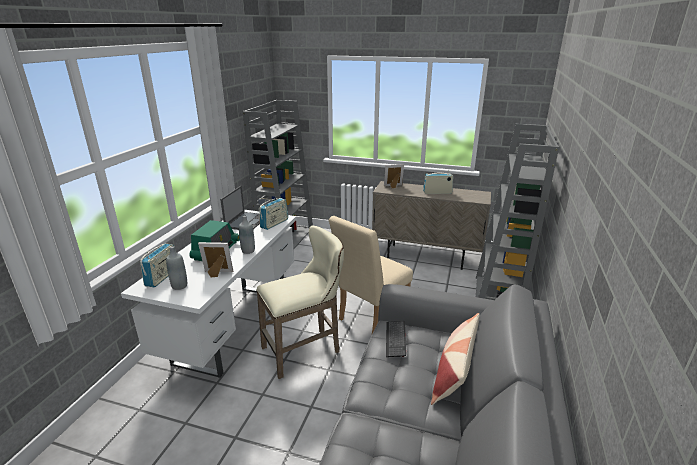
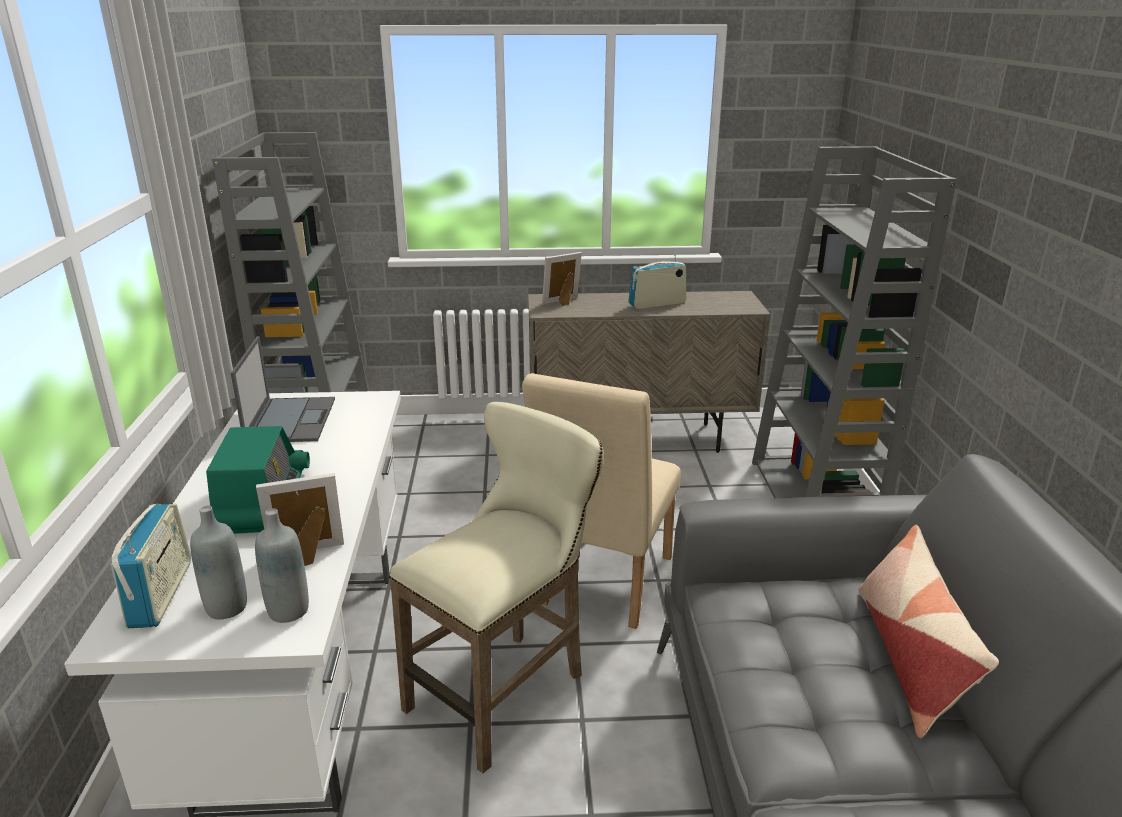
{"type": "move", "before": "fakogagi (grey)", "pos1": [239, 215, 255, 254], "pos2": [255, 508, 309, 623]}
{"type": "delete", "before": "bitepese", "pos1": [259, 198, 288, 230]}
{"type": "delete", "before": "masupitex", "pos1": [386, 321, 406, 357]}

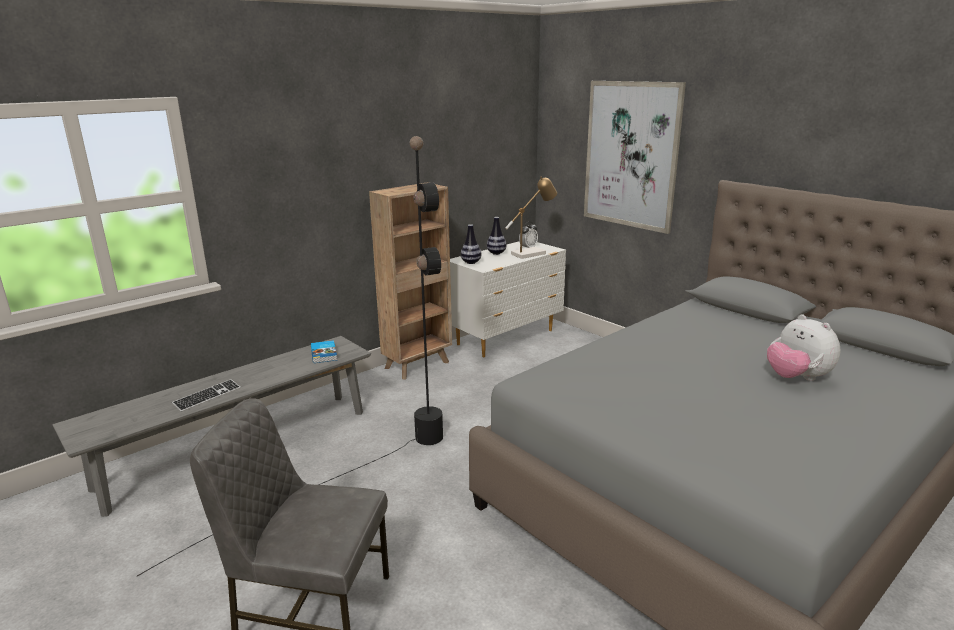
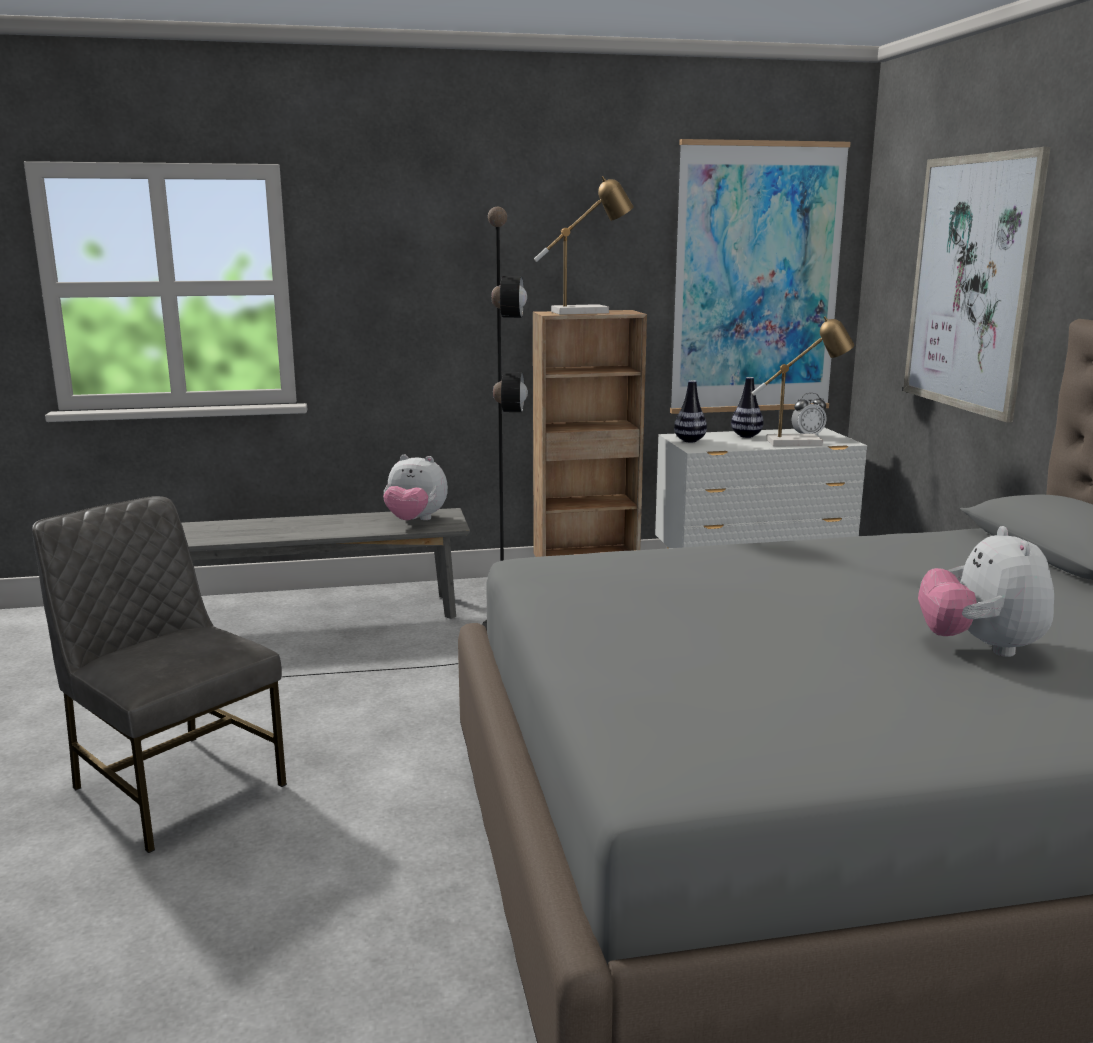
{"type": "delete", "before": "masupitex", "pos1": [172, 379, 241, 412]}
{"type": "replace", "before": "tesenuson", "after": "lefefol", "pos1": [311, 340, 337, 363], "pos2": [383, 455, 448, 520]}
{"type": "insert", "after": "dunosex", "pos2": [534, 176, 634, 315]}
{"type": "insert", "after": "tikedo", "pos2": [670, 139, 851, 414]}

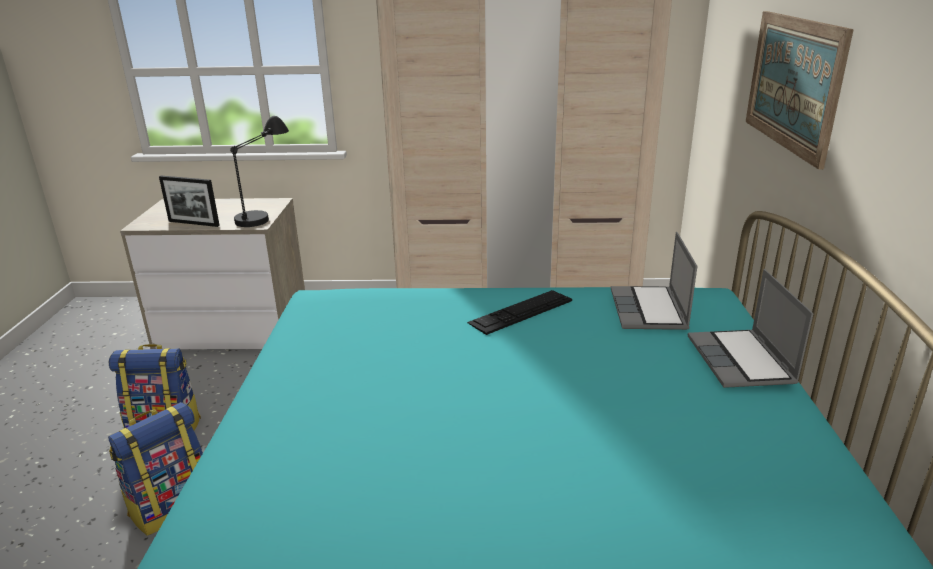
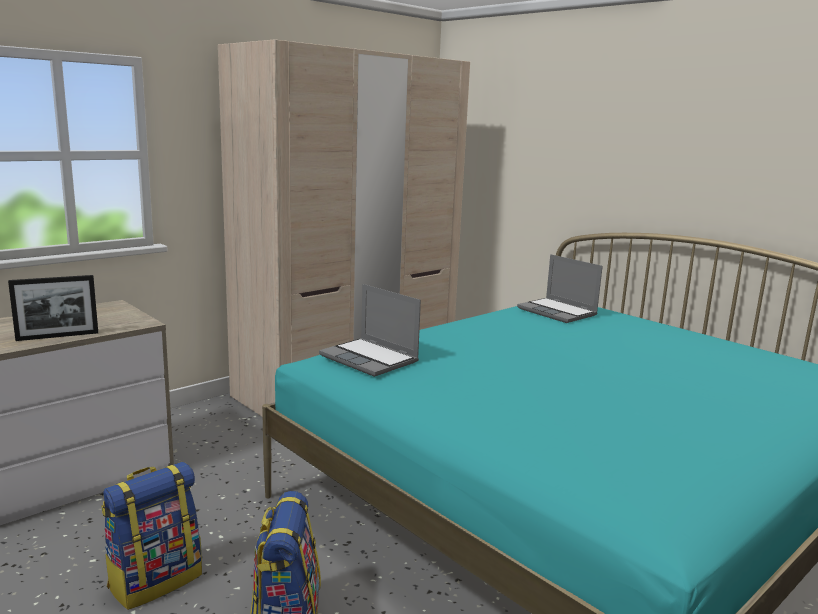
{"type": "delete", "before": "dunosex (black)", "pos1": [230, 116, 289, 227]}
{"type": "delete", "before": "masupitex", "pos1": [467, 290, 572, 335]}
{"type": "move", "before": "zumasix", "pos1": [688, 269, 814, 388], "pos2": [319, 284, 421, 377]}
{"type": "delete", "before": "tikedo", "pos1": [746, 11, 854, 169]}

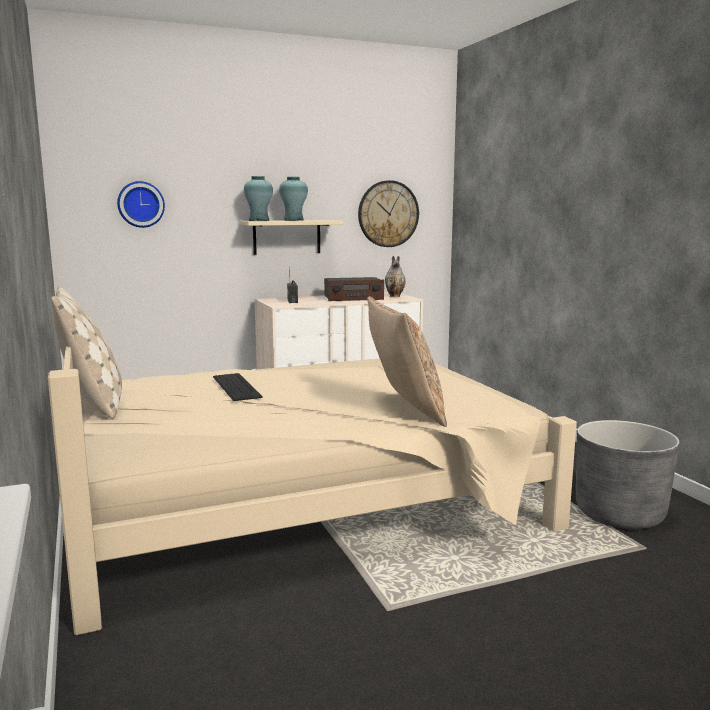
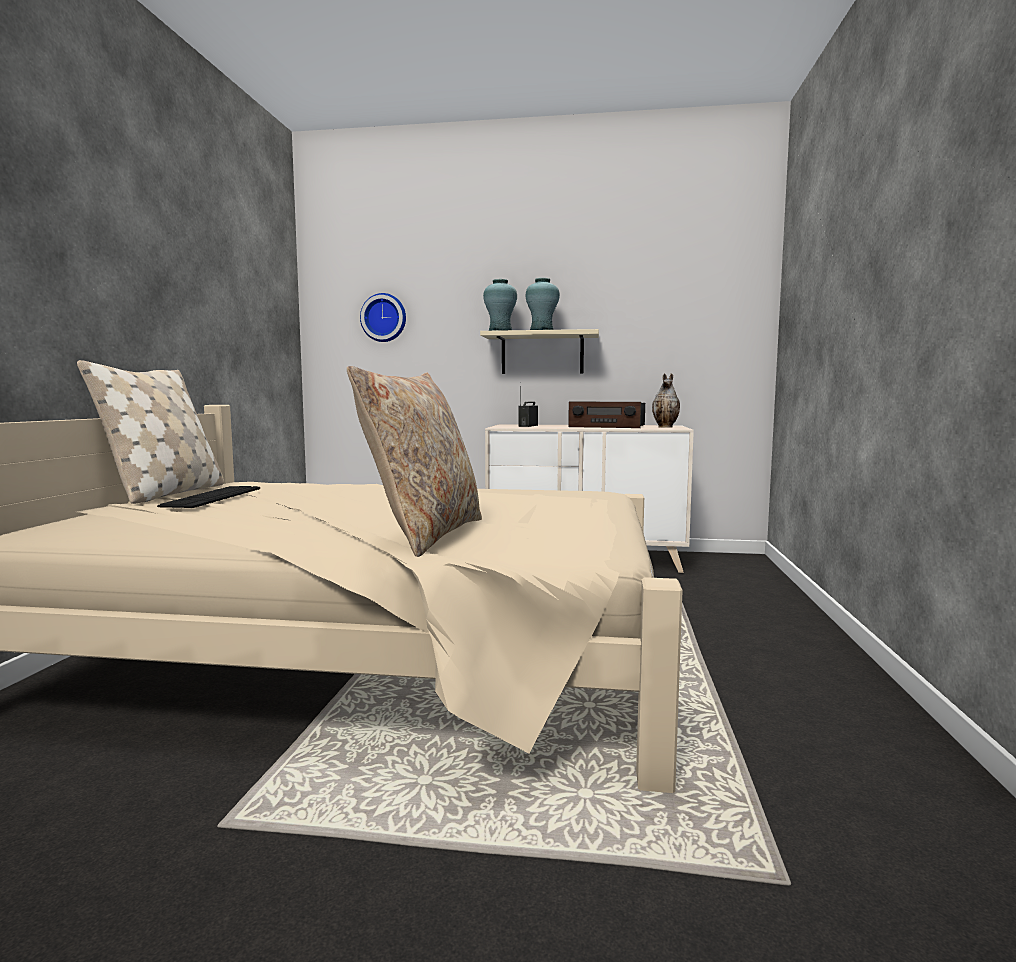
{"type": "move", "before": "masupitex", "pos1": [213, 373, 262, 401], "pos2": [157, 486, 260, 508]}
{"type": "delete", "before": "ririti", "pos1": [358, 180, 419, 247]}
{"type": "delete", "before": "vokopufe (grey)", "pos1": [576, 420, 680, 529]}

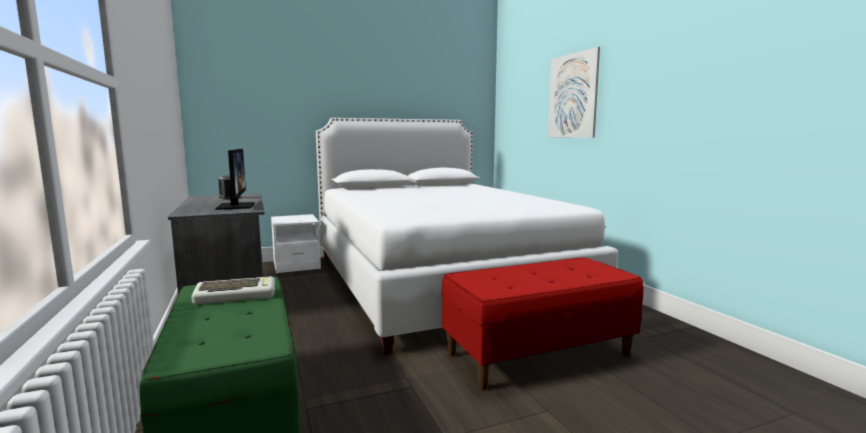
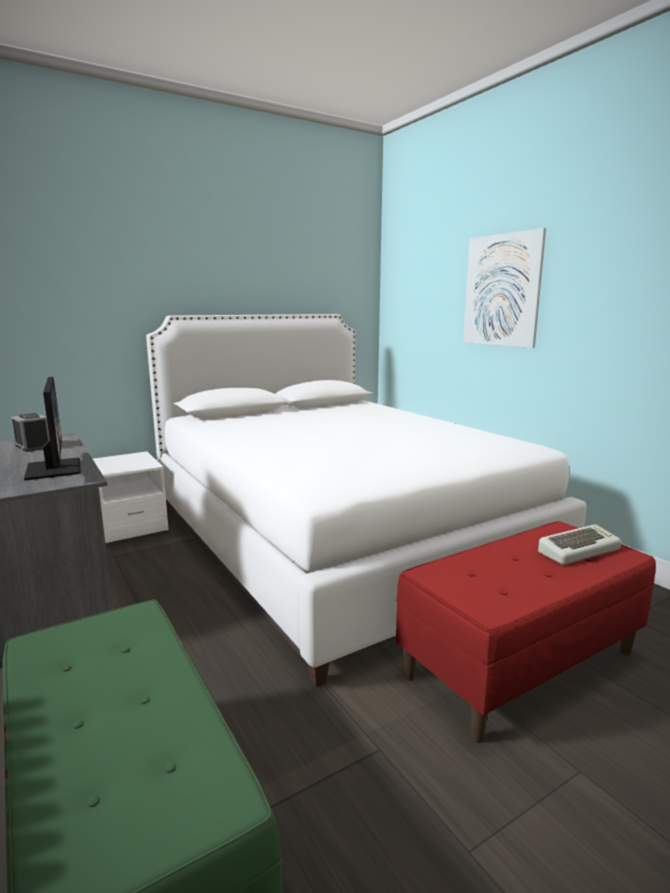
{"type": "move", "before": "masupitex", "pos1": [191, 276, 275, 305], "pos2": [538, 524, 621, 565]}

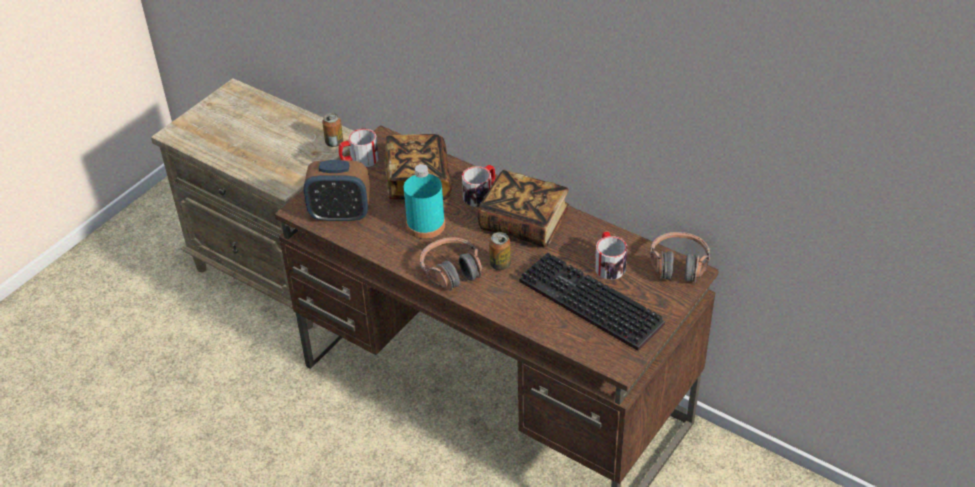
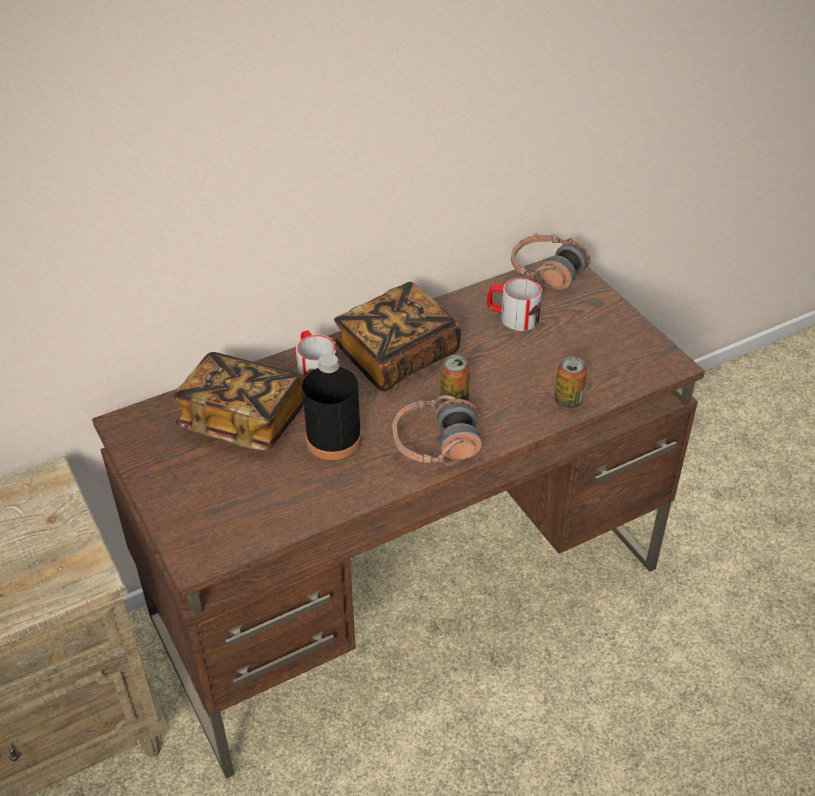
{"type": "delete", "before": "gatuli", "pos1": [303, 160, 370, 222]}
{"type": "move", "before": "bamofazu", "pos1": [322, 113, 343, 147], "pos2": [555, 356, 587, 408]}
{"type": "delete", "before": "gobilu", "pos1": [339, 129, 379, 167]}
{"type": "recolor", "before": "fakogagi (turquoise)", "after": "fakogagi (black)", "pos1": [404, 164, 445, 239], "pos2": [302, 353, 362, 460]}
{"type": "delete", "before": "masupitex", "pos1": [519, 253, 665, 351]}

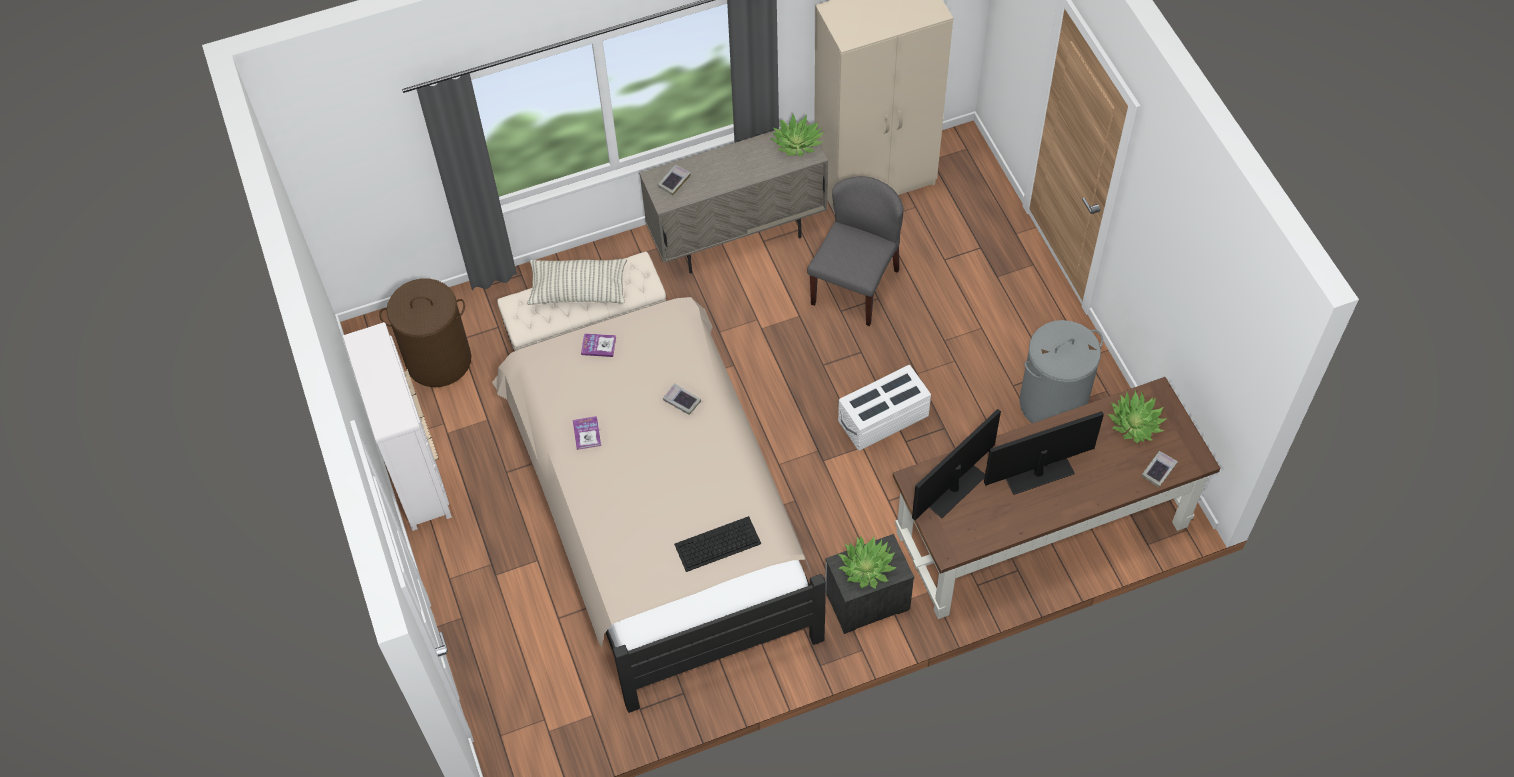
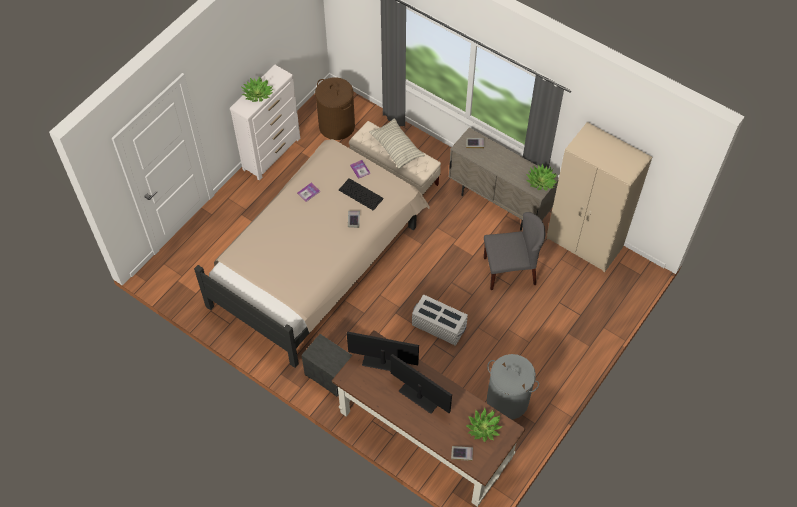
{"type": "move", "before": "masupitex", "pos1": [674, 516, 761, 572], "pos2": [339, 178, 384, 211]}
{"type": "move", "before": "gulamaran", "pos1": [838, 536, 897, 589], "pos2": [242, 77, 273, 102]}

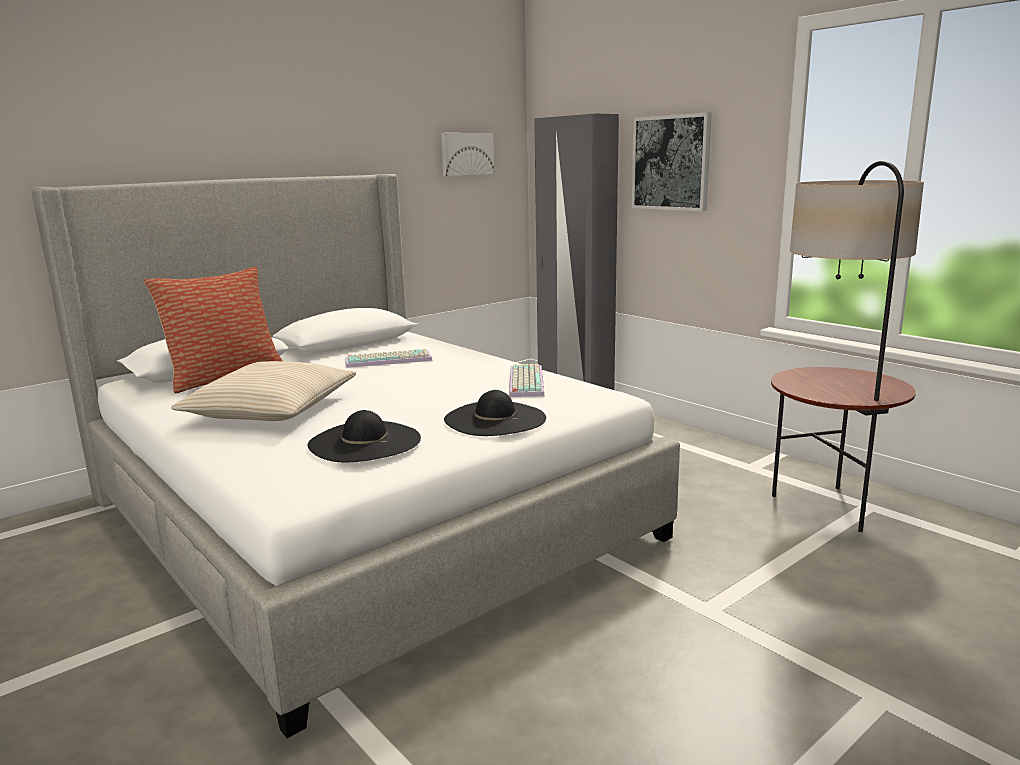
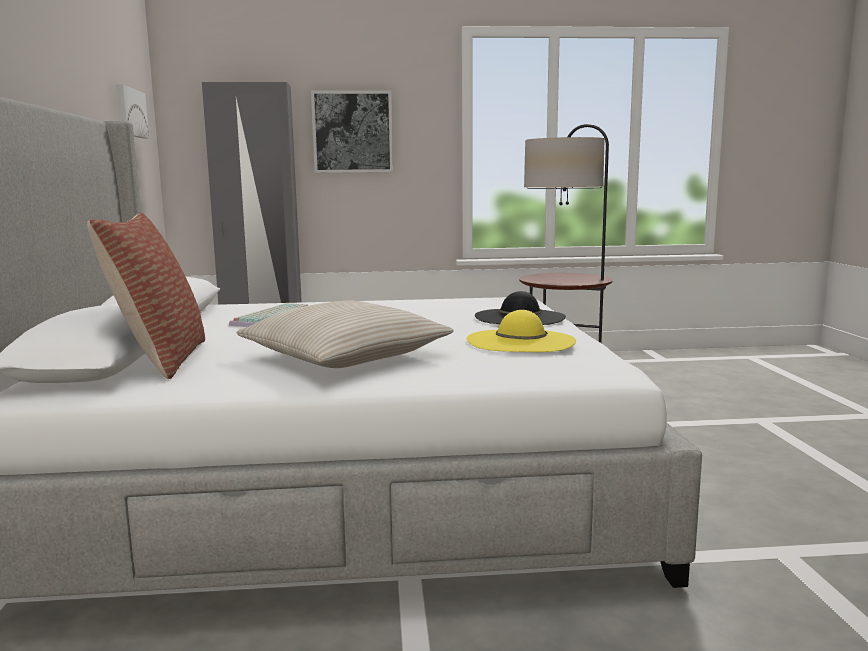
{"type": "recolor", "before": "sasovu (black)", "after": "sasovu (yellow)", "pos1": [308, 410, 421, 462], "pos2": [467, 310, 576, 352]}
{"type": "delete", "before": "masupitex", "pos1": [509, 364, 544, 397]}

